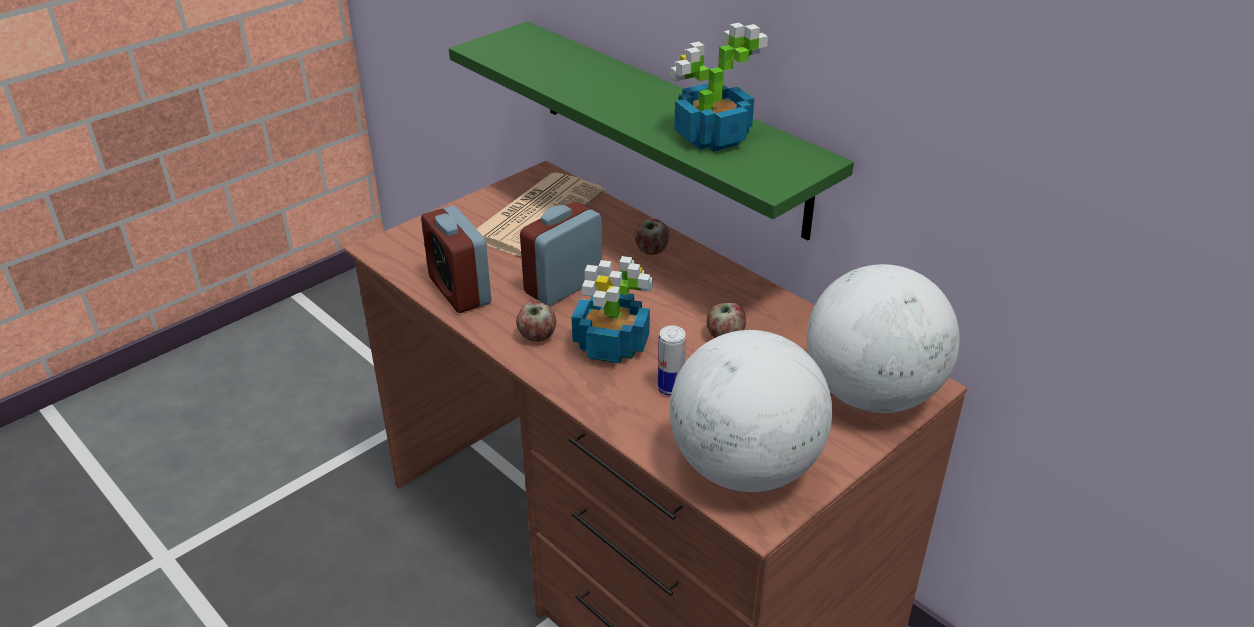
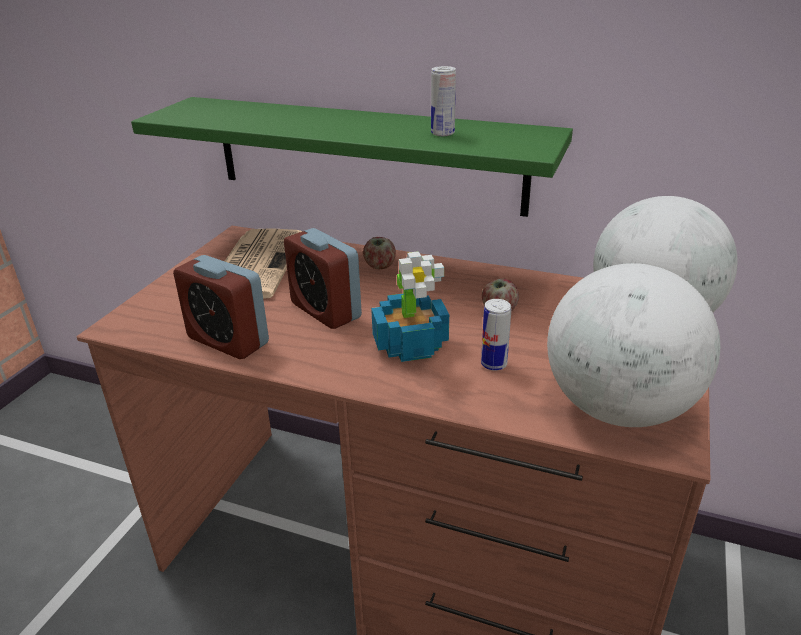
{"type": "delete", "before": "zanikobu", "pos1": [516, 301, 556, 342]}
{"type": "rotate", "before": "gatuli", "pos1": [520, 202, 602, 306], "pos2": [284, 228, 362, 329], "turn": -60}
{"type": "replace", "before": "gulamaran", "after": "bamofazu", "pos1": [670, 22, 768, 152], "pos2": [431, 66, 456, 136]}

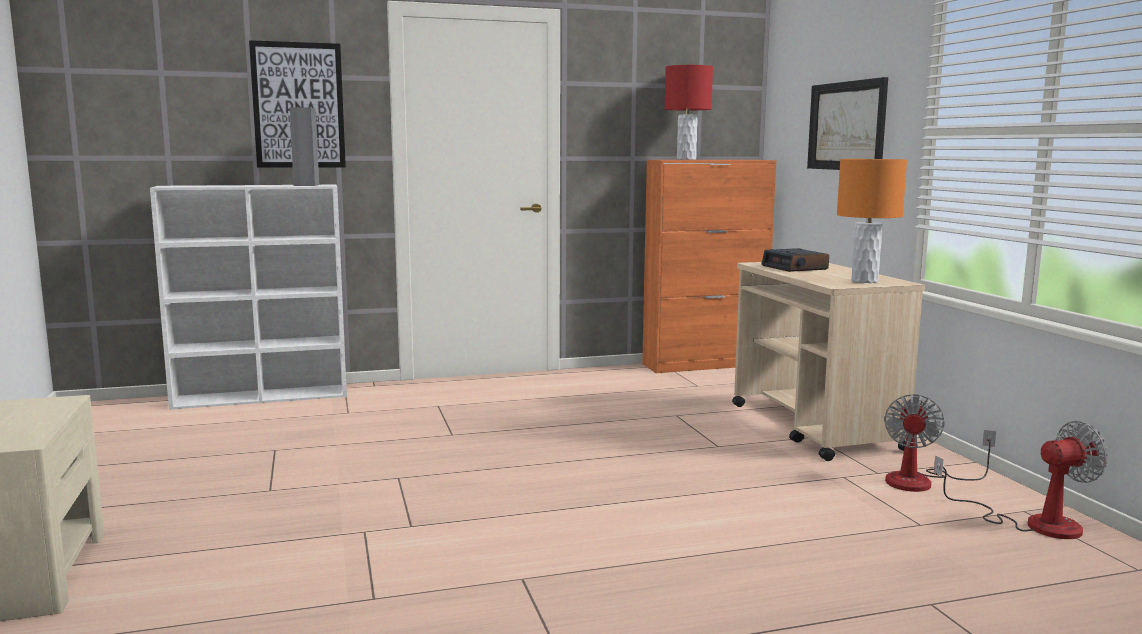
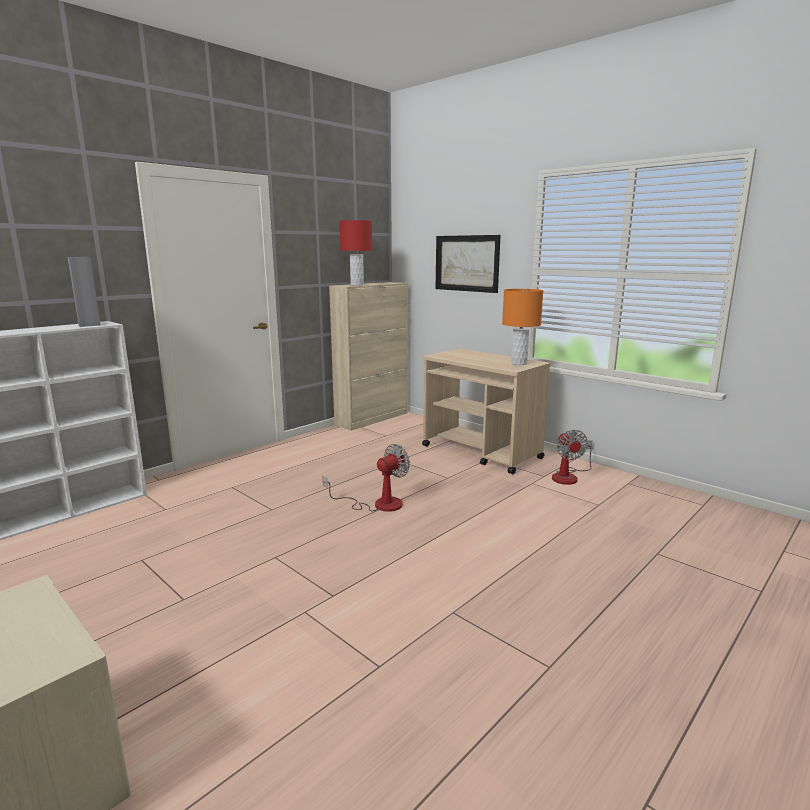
{"type": "delete", "before": "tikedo", "pos1": [249, 40, 346, 168]}
{"type": "recolor", "before": "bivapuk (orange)", "after": "bivapuk (beige)", "pos1": [642, 160, 777, 373], "pos2": [329, 282, 408, 431]}
{"type": "delete", "before": "gatuli", "pos1": [761, 248, 829, 272]}
{"type": "move", "before": "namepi", "pos1": [934, 421, 1109, 539], "pos2": [323, 444, 410, 512]}

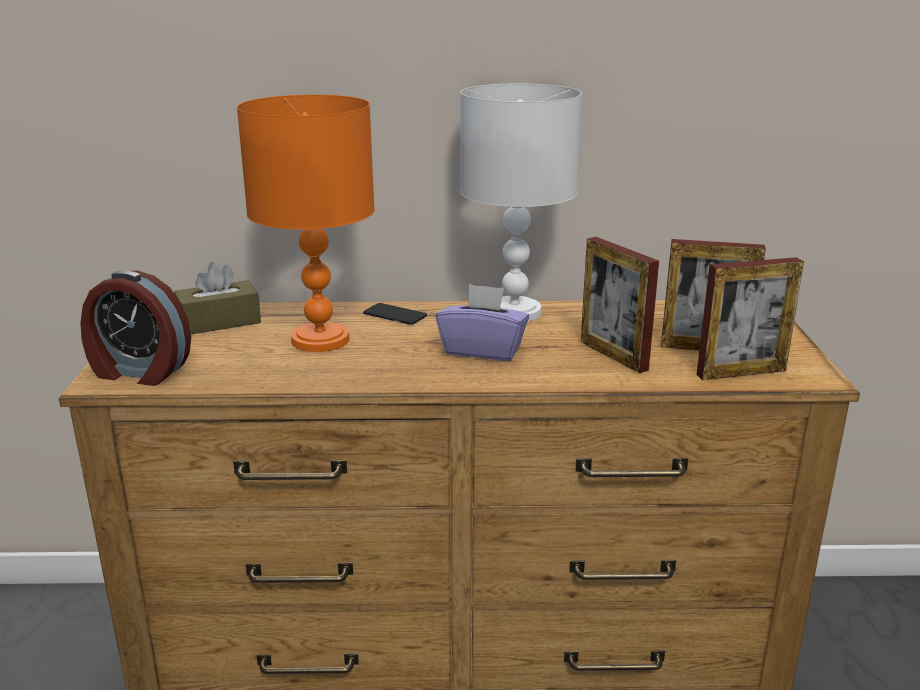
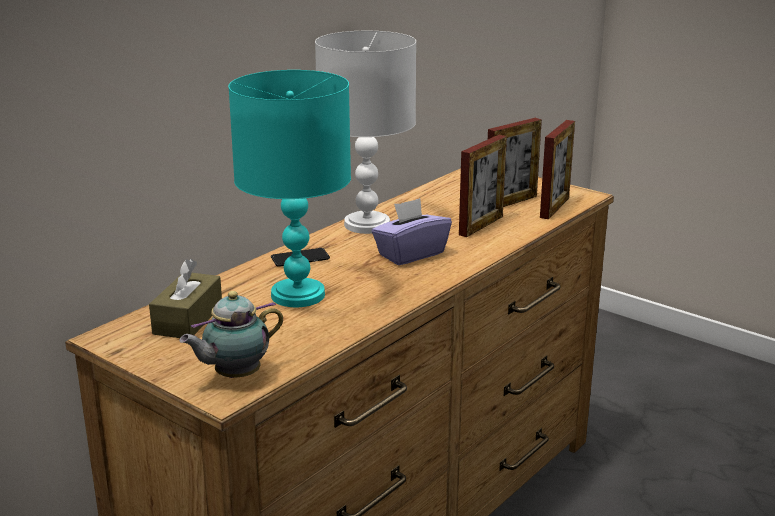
{"type": "replace", "before": "gatuli", "after": "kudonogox", "pos1": [80, 270, 191, 386], "pos2": [179, 291, 283, 378]}
{"type": "recolor", "before": "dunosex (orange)", "after": "dunosex (turquoise)", "pos1": [237, 95, 375, 352], "pos2": [228, 70, 351, 307]}
{"type": "rotate", "before": "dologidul", "pos1": [581, 237, 659, 373], "pos2": [459, 135, 507, 237], "turn": -60}

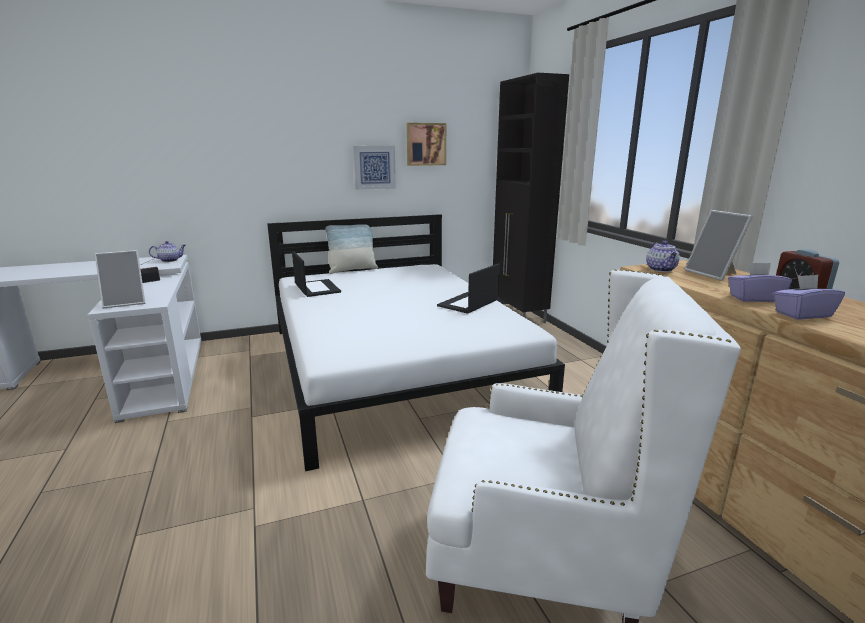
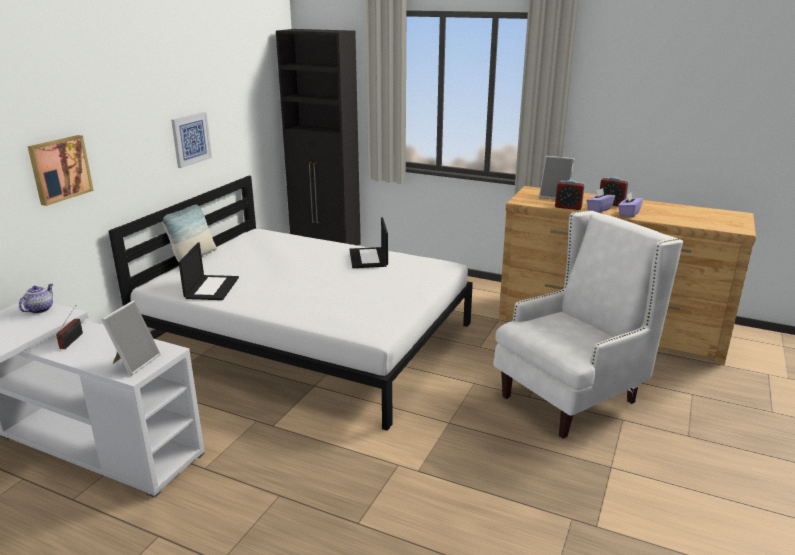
{"type": "rotate", "before": "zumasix", "pos1": [292, 251, 341, 297], "pos2": [179, 242, 239, 300], "turn": 75}
{"type": "move", "before": "tikedo", "pos1": [407, 123, 446, 166], "pos2": [28, 135, 94, 206]}
{"type": "delete", "before": "kudonogox", "pos1": [646, 241, 680, 272]}
{"type": "insert", "after": "gatuli", "pos2": [555, 180, 585, 210]}

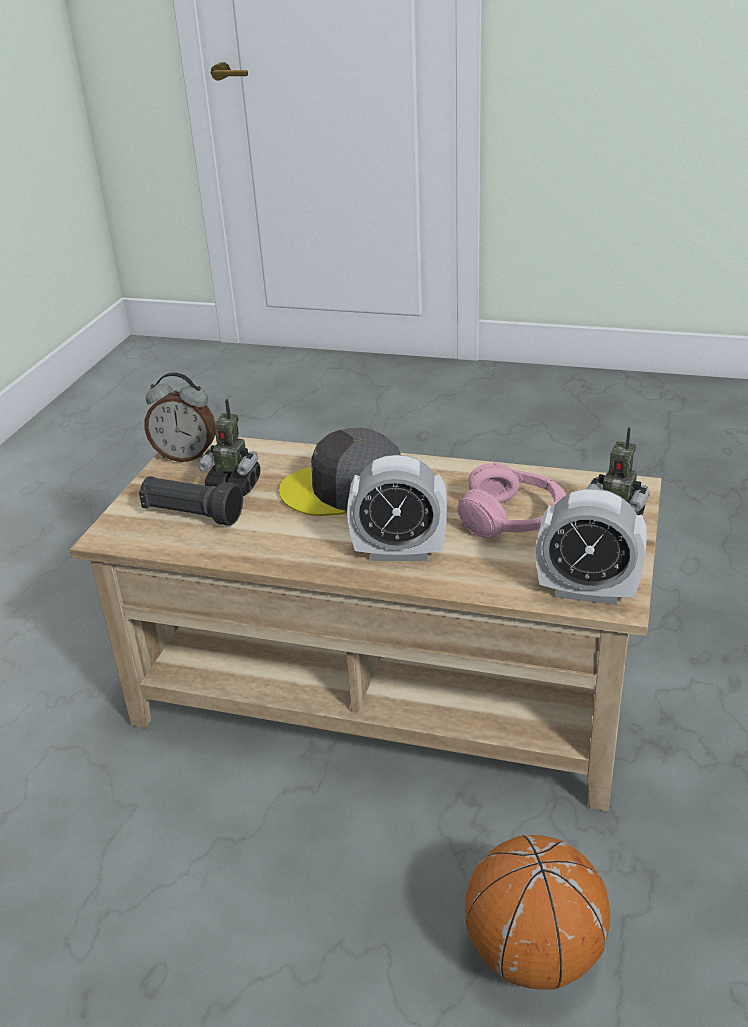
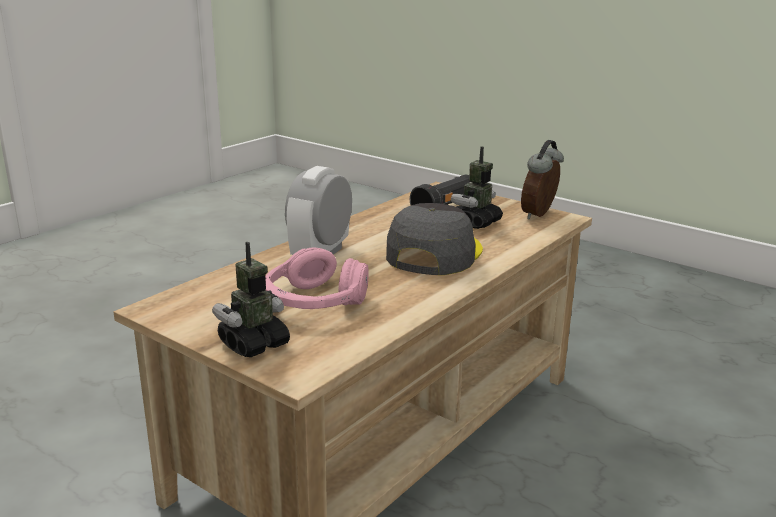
{"type": "delete", "before": "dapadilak", "pos1": [465, 835, 610, 990]}
{"type": "delete", "before": "gatuli", "pos1": [536, 488, 647, 605]}

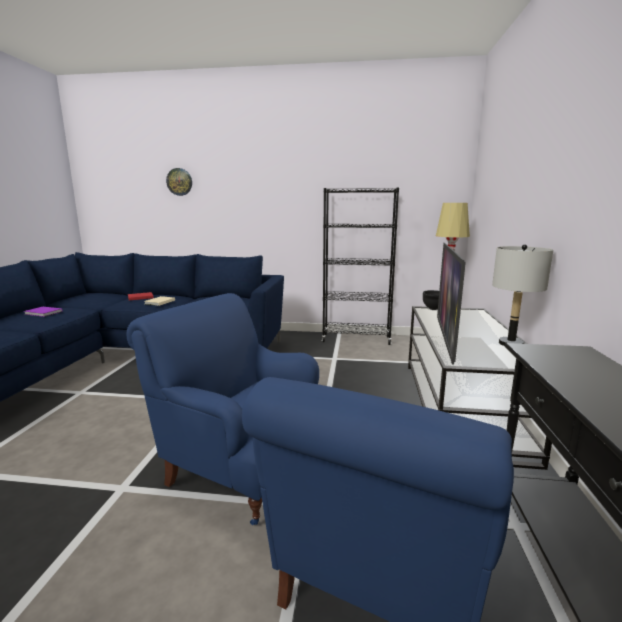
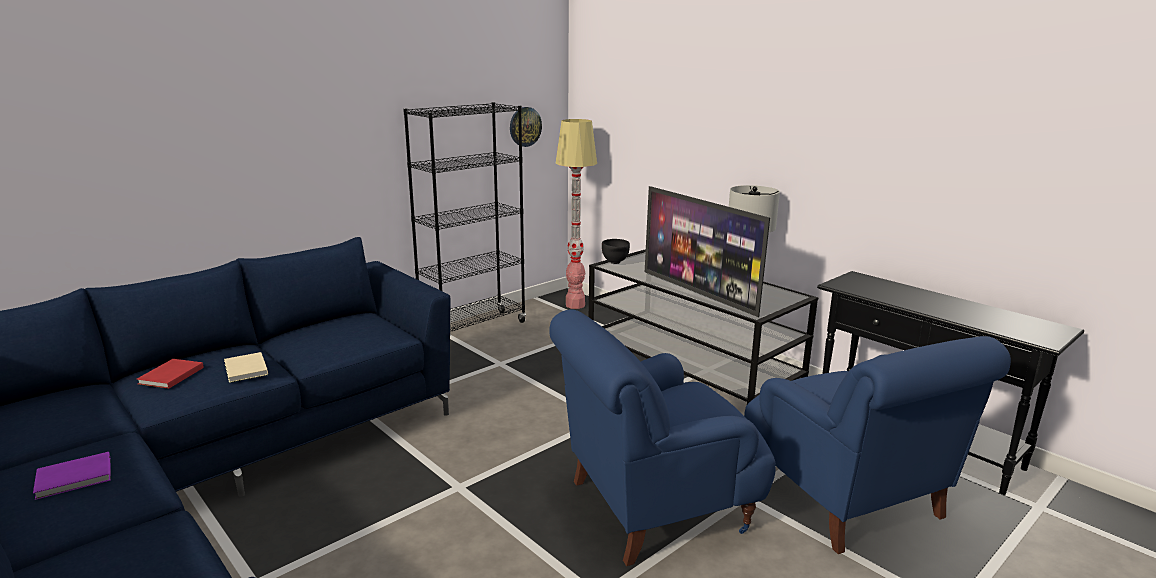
{"type": "move", "before": "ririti", "pos1": [166, 168, 192, 196], "pos2": [510, 107, 542, 147]}

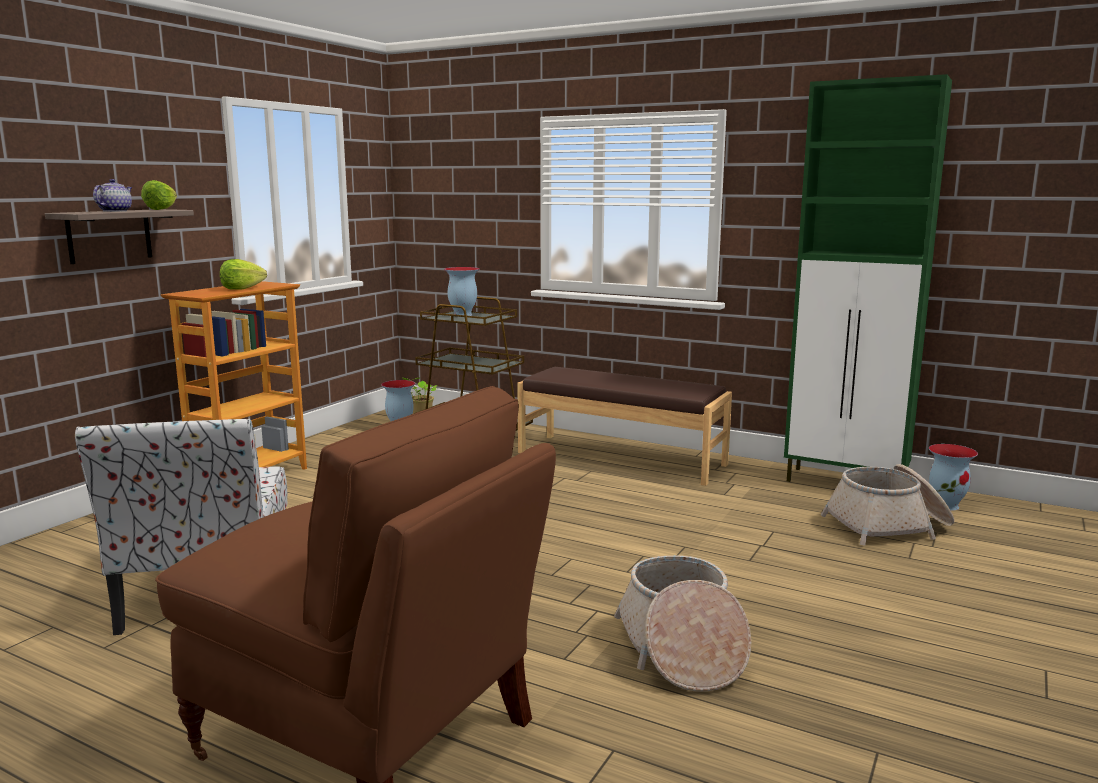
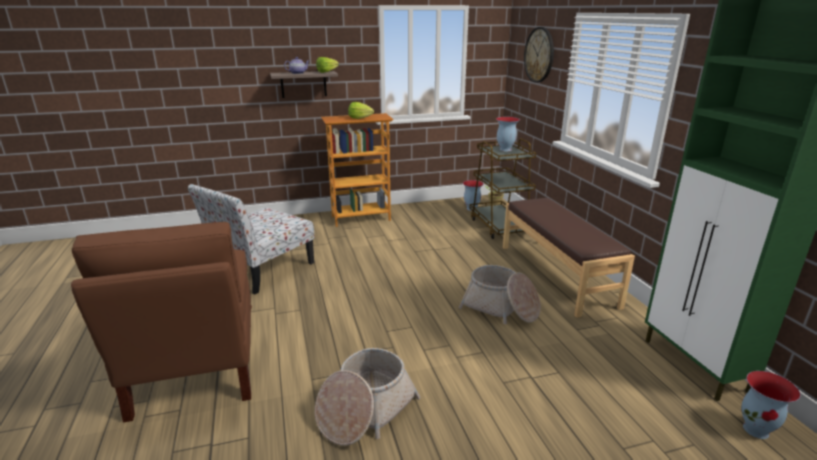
{"type": "move", "before": "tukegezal", "pos1": [821, 464, 954, 546], "pos2": [458, 265, 541, 324]}
{"type": "insert", "after": "ririti", "pos2": [524, 27, 554, 83]}

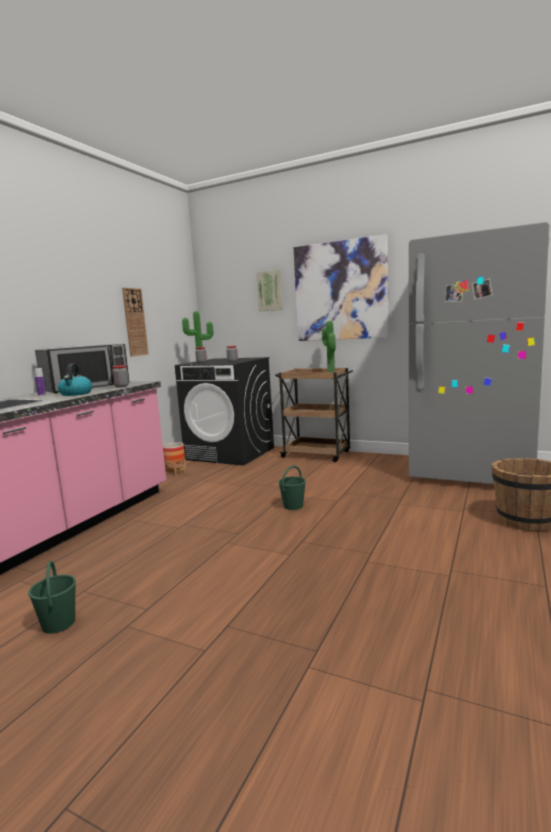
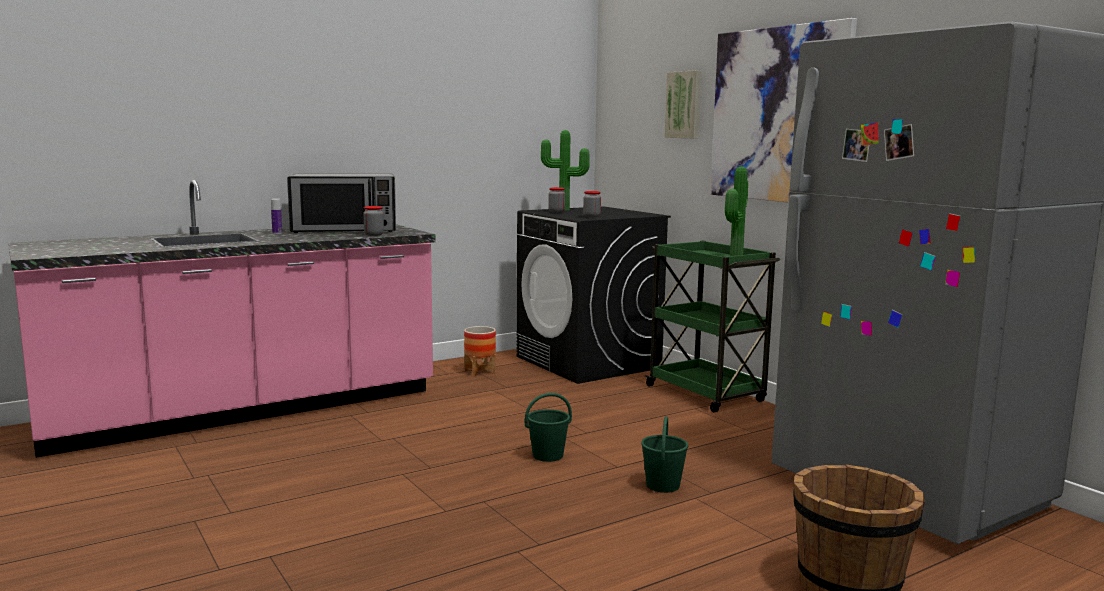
{"type": "move", "before": "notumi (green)", "pos1": [28, 561, 76, 634], "pos2": [641, 416, 688, 493]}
{"type": "delete", "before": "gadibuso", "pos1": [58, 364, 92, 396]}
{"type": "delete", "before": "ririti", "pos1": [122, 288, 149, 356]}
{"type": "recolor", "before": "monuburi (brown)", "after": "monuburi (green)", "pos1": [275, 368, 353, 462], "pos2": [645, 241, 780, 412]}

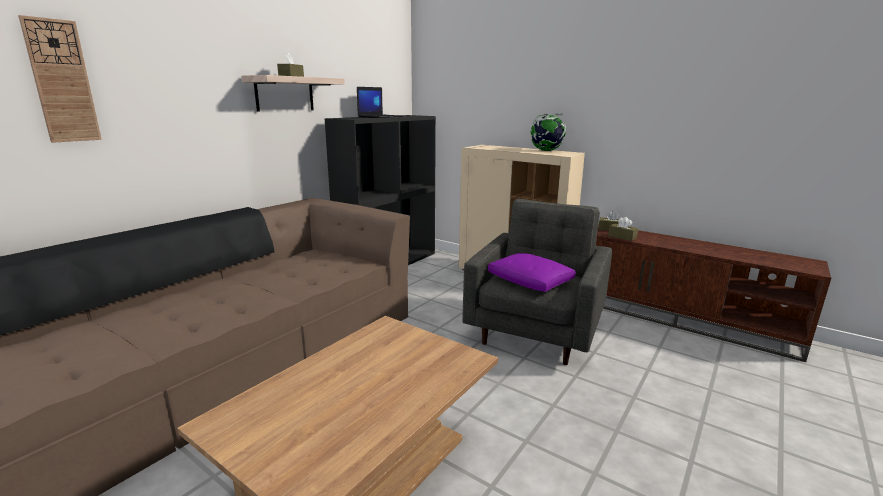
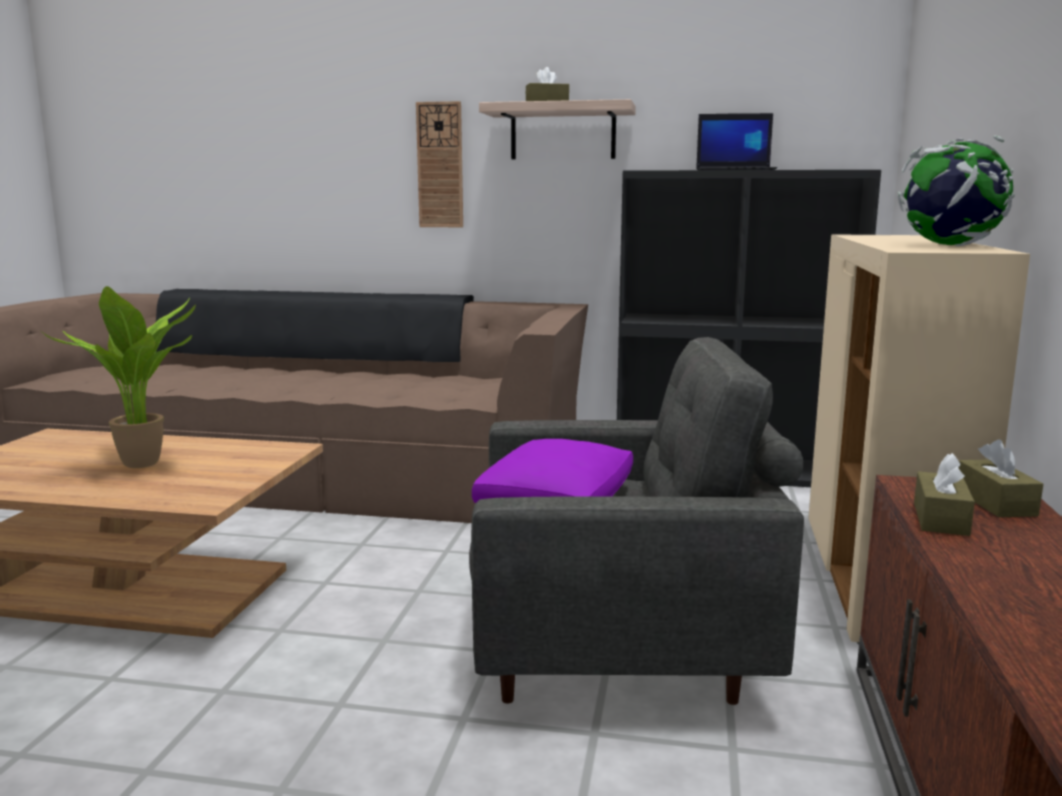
{"type": "move", "before": "ririti", "pos1": [18, 15, 102, 143], "pos2": [416, 101, 463, 227]}
{"type": "insert", "after": "gulamaran", "pos2": [41, 286, 196, 468]}

